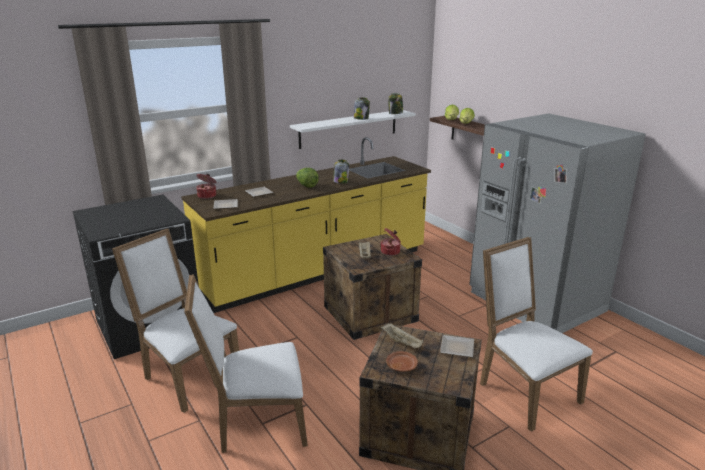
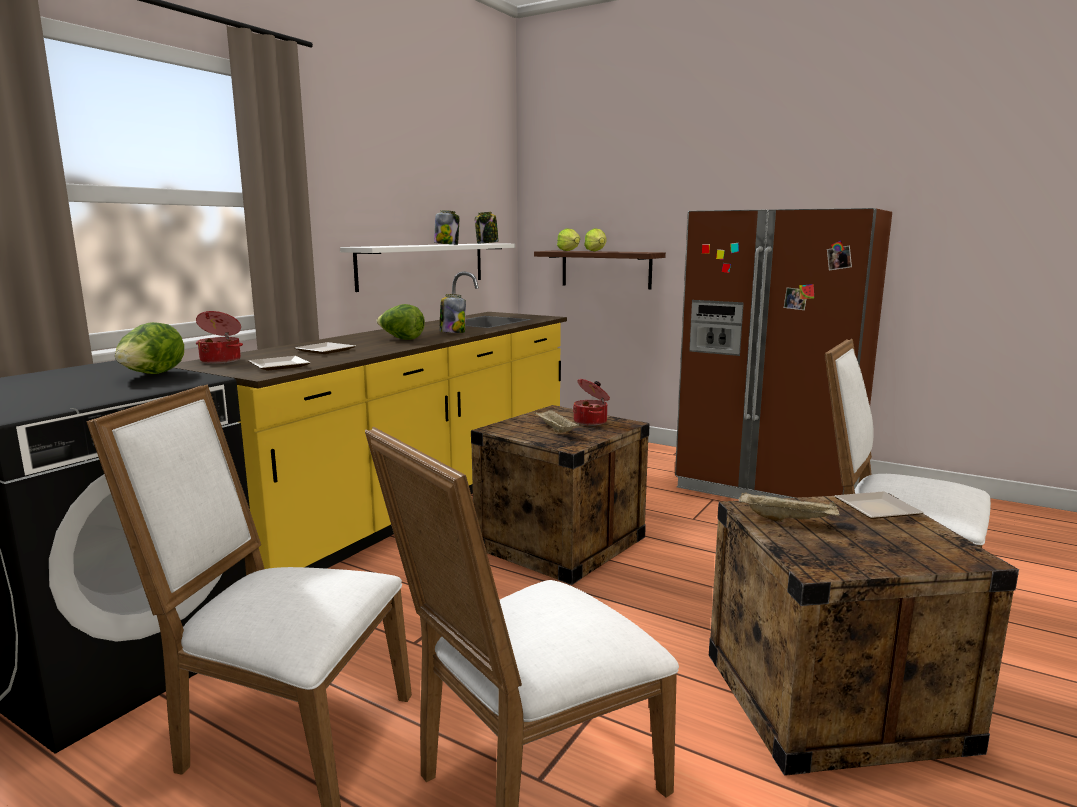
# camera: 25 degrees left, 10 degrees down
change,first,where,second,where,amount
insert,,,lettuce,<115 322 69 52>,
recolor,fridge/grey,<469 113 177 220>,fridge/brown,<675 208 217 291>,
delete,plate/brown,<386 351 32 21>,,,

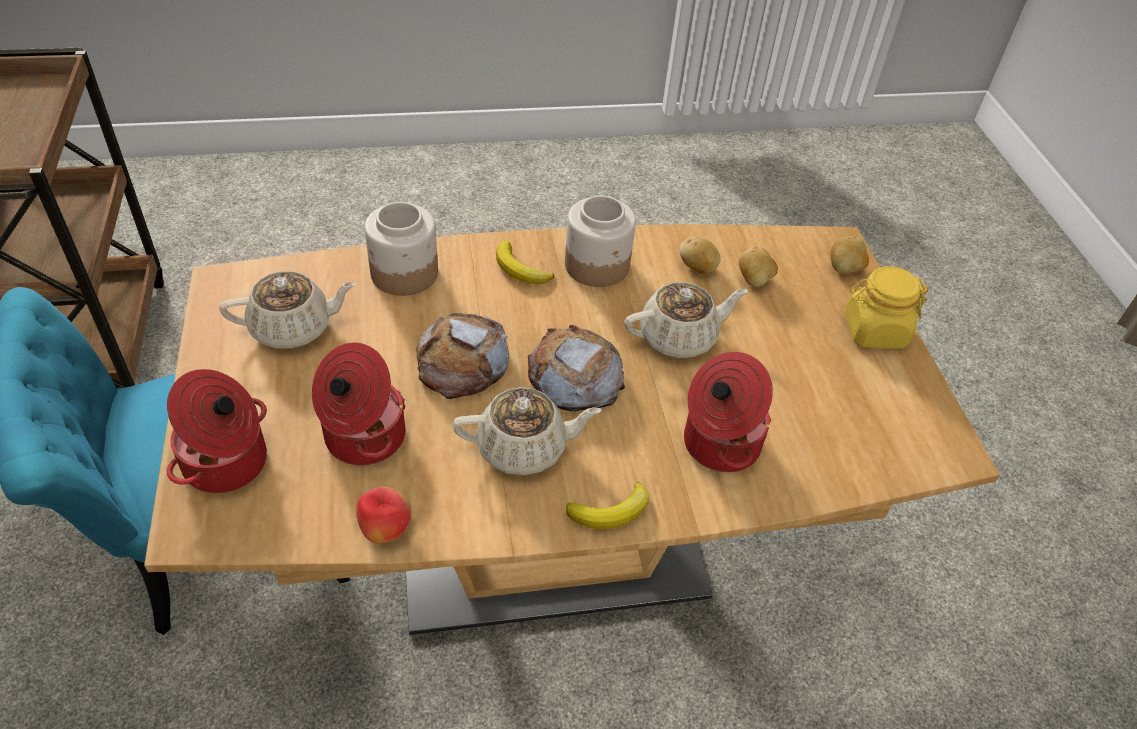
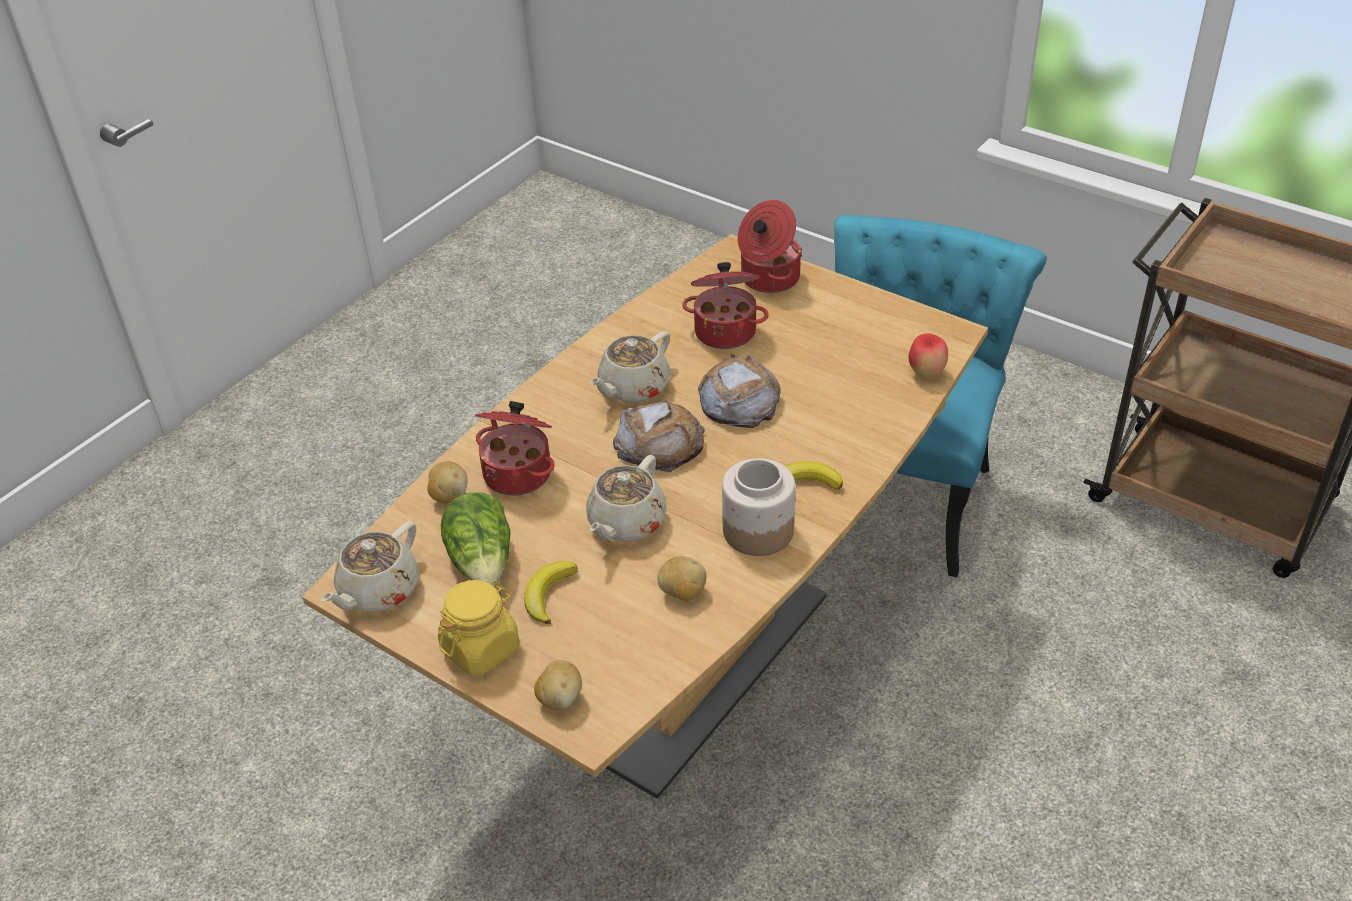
# camera: 140 degrees right, 5 degrees down
change,first,where,second,where,amount
move,teapot/beige,<219 271 137 78>,,<321 521 98 91>,
move,potato,<739 247 39 40>,,<427 461 41 42>,
insert,,,lettuce,<441 492 70 95>,
move,banana,<566 482 83 47>,,<524 561 54 63>,
move,apple,<356 487 55 56>,,<909 334 39 44>,
delete,jar,<365 202 73 94>,,,

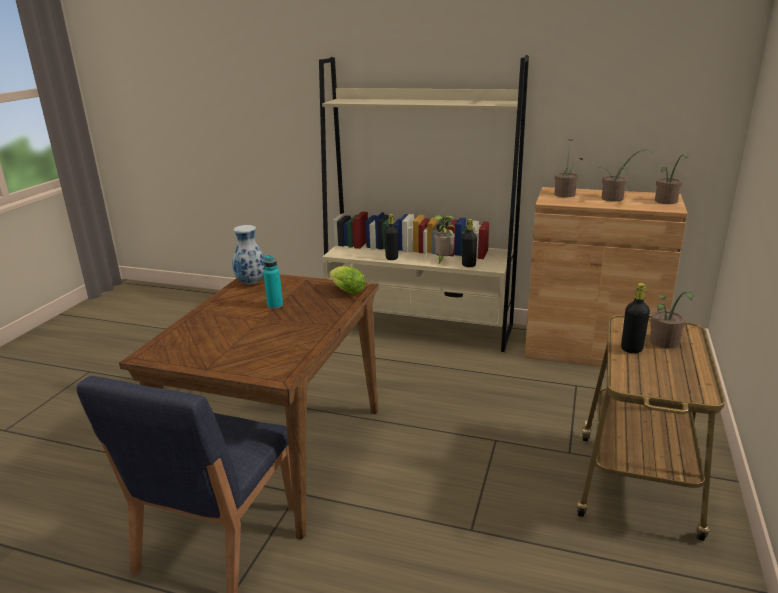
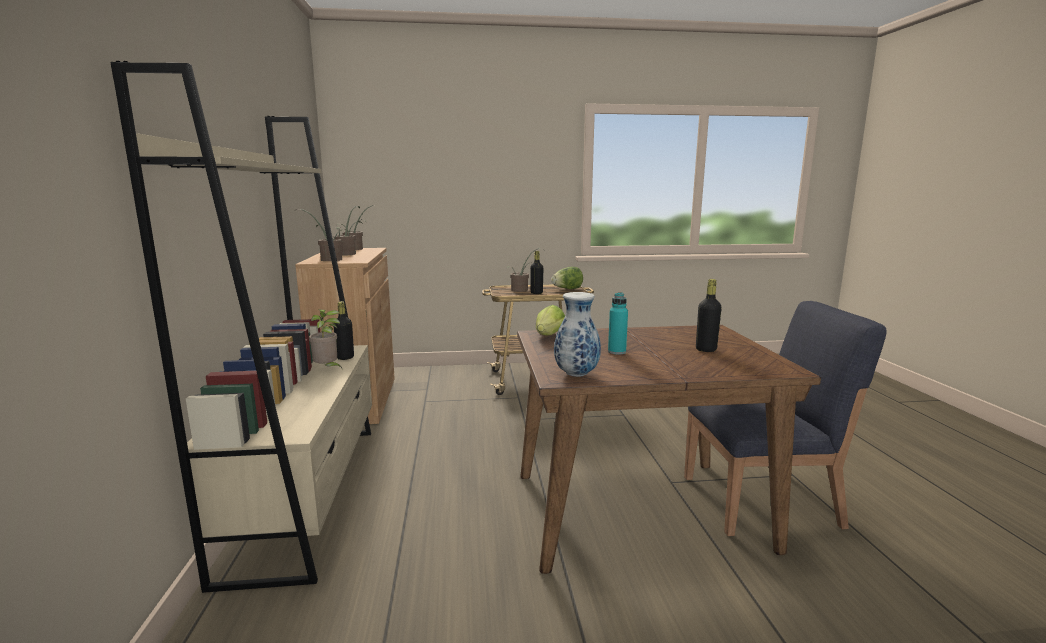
# camera: 115 degrees left, 10 degrees down
change,first,where,second,where,amount
insert,,,lettuce,<551 267 32 22>,
move,bottle/black,<384 214 14 46>,,<696 279 26 73>,

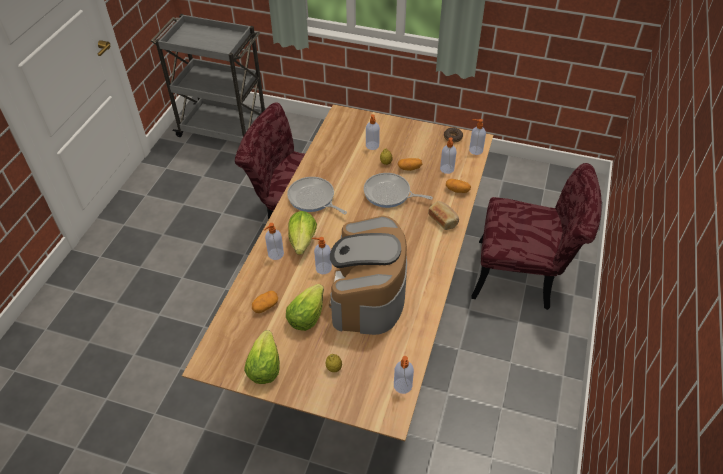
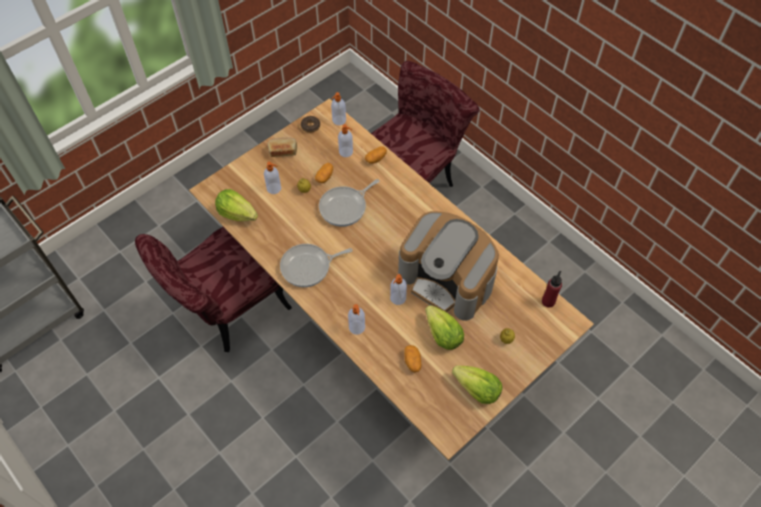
# camera: 60 degrees left, 10 degrees up
change,first,where,second,where,amount
move,lettuce,<288 211 29 44>,,<215 189 43 33>,
move,bread,<428 201 31 29>,,<268 137 29 20>,
replace,soap dispenser,<394 356 20 38>,bottle/red,<542 271 20 37>,

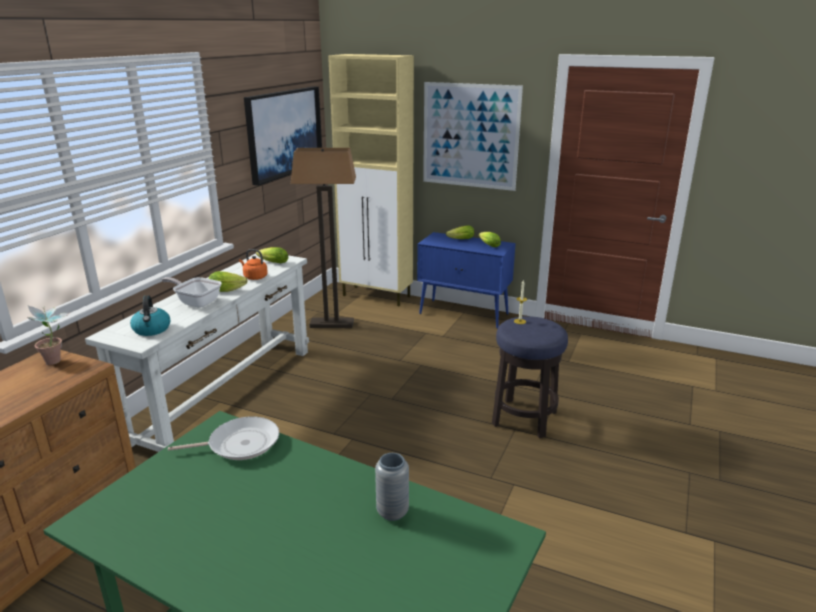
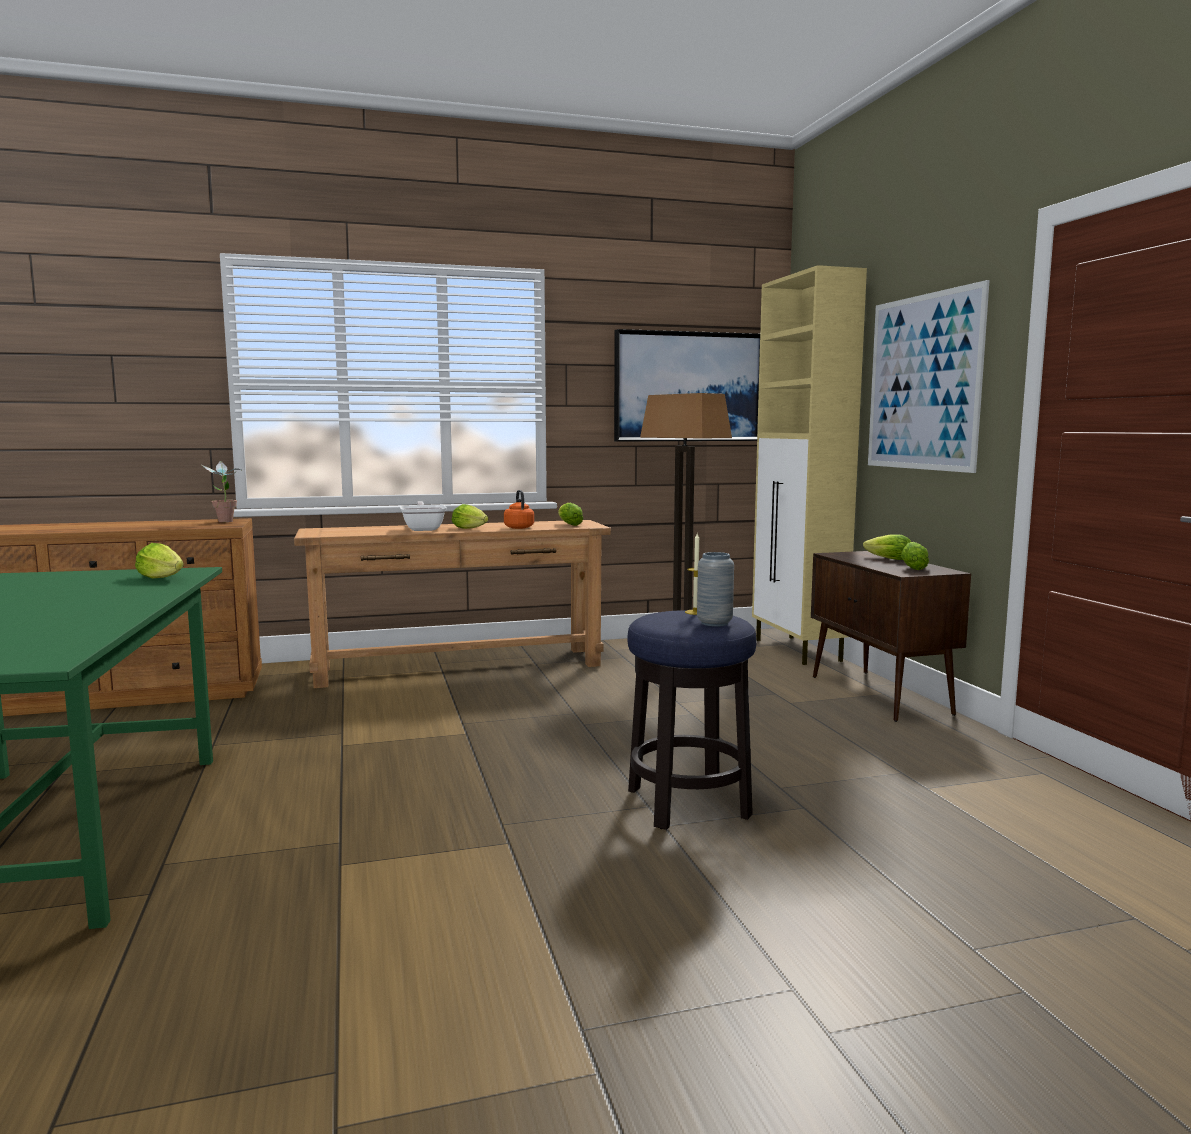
# camera: 50 degrees right, 15 degrees down
change,first,where,second,where,amount
replace,frying pan,<168 416 111 44>,lettuce,<135 543 49 36>,
recolor,console table/white,<85 254 224 198>,console table/brown,<294 520 317 168>,
move,vase/grey,<375 453 34 68>,,<697 552 37 75>,
recolor,cabinet/blue,<417 232 99 97>,cabinet/brown,<811 551 160 171>,
delete,kettle,<130 295 40 41>,,,

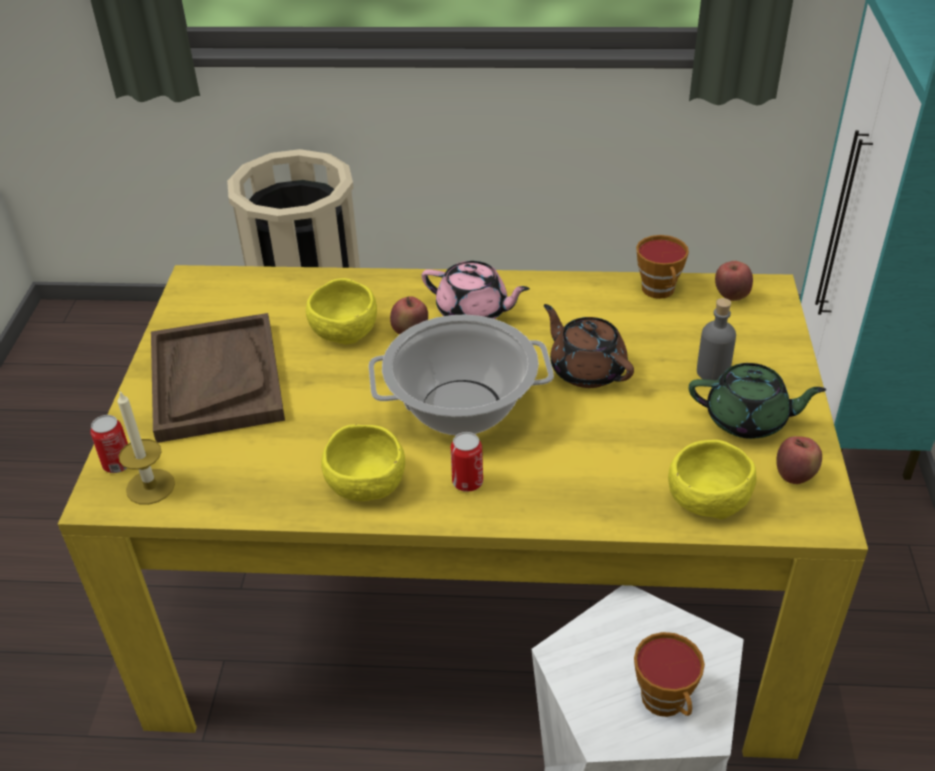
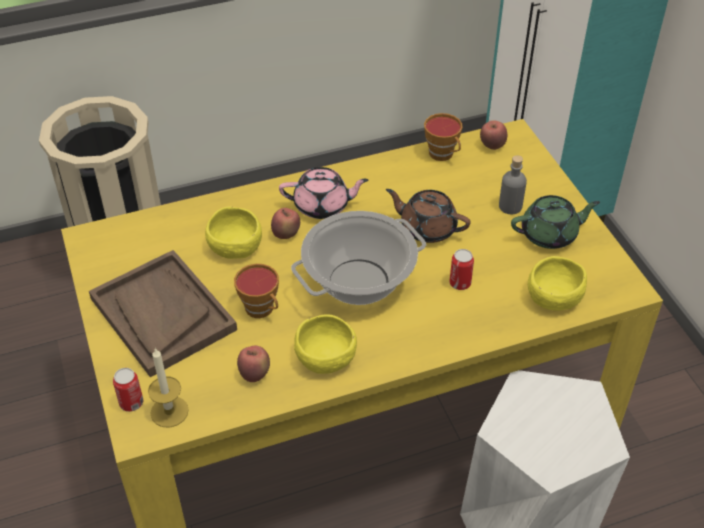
# camera: 25 degrees left, 5 degrees up
change,first,where,second,where,amount
move,cup,<634 632 71 85>,,<234 264 45 54>,
move,apple,<777 436 45 48>,,<237 346 33 36>,
move,can,<451 432 32 60>,,<449 249 25 41>,

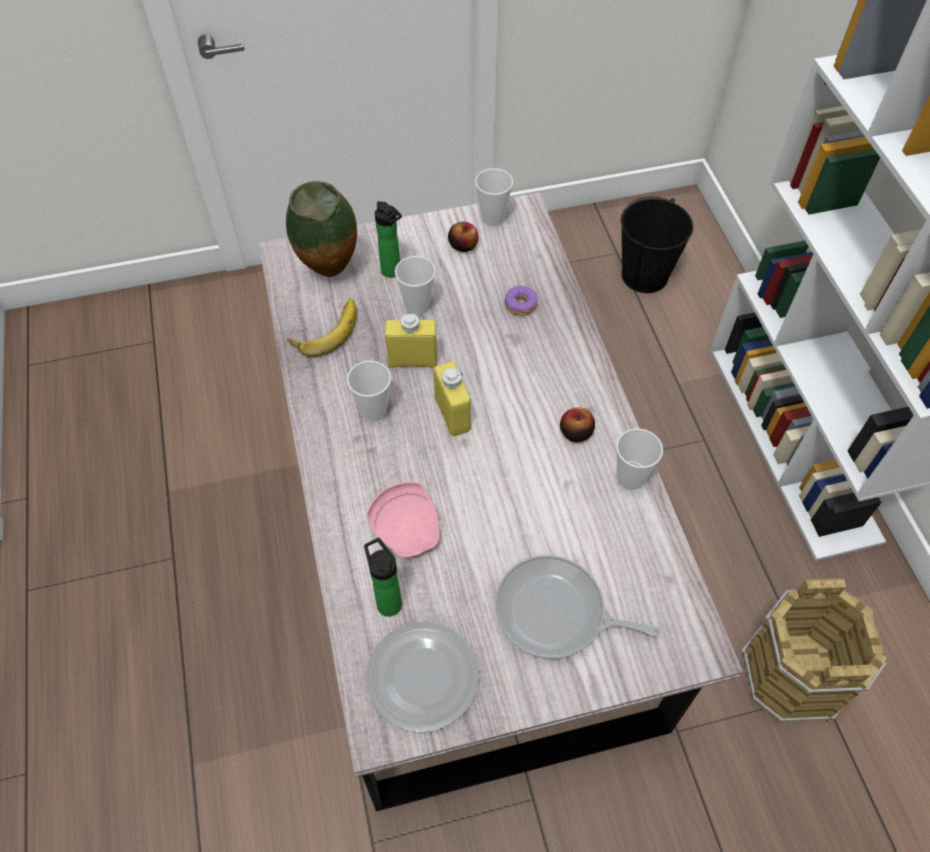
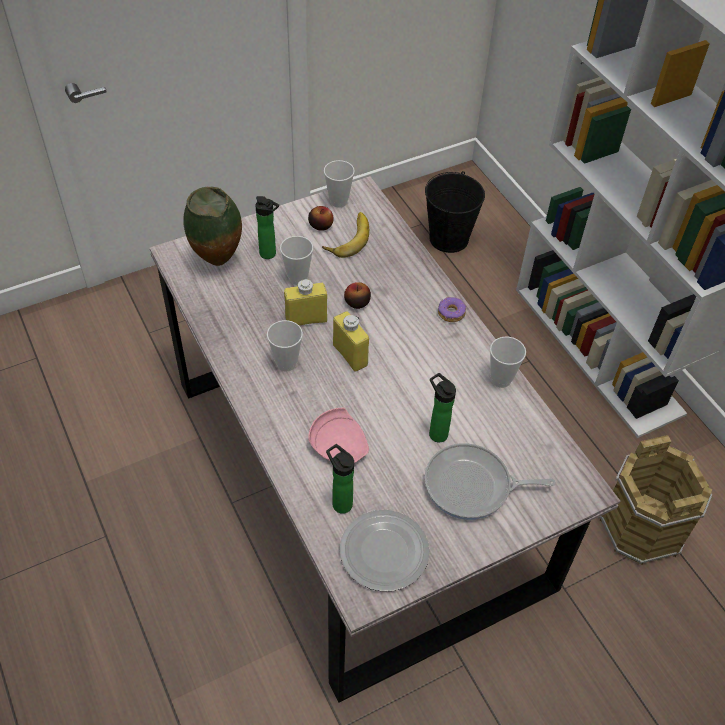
# camera: 15 degrees left, 5 degrees down
change,first,where,second,where,amount
move,banana,<287 298 70 59>,,<322 212 47 46>,
move,apple,<560 407 35 35>,,<344 282 27 27>,
insert,,,bottle,<429 373 27 69>,
move,donut,<505 285 33 31>,,<438 297 28 25>,

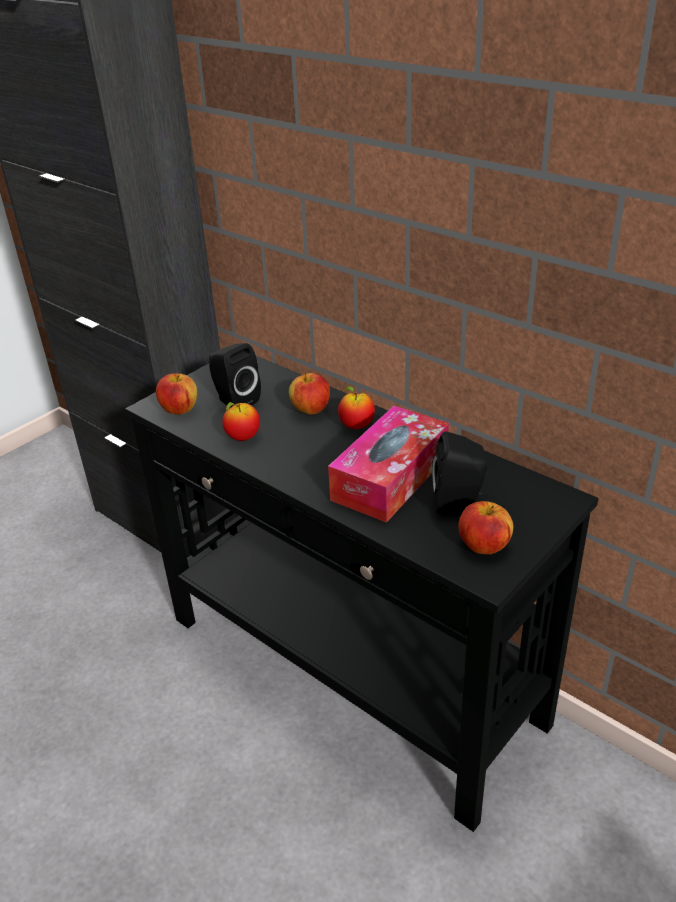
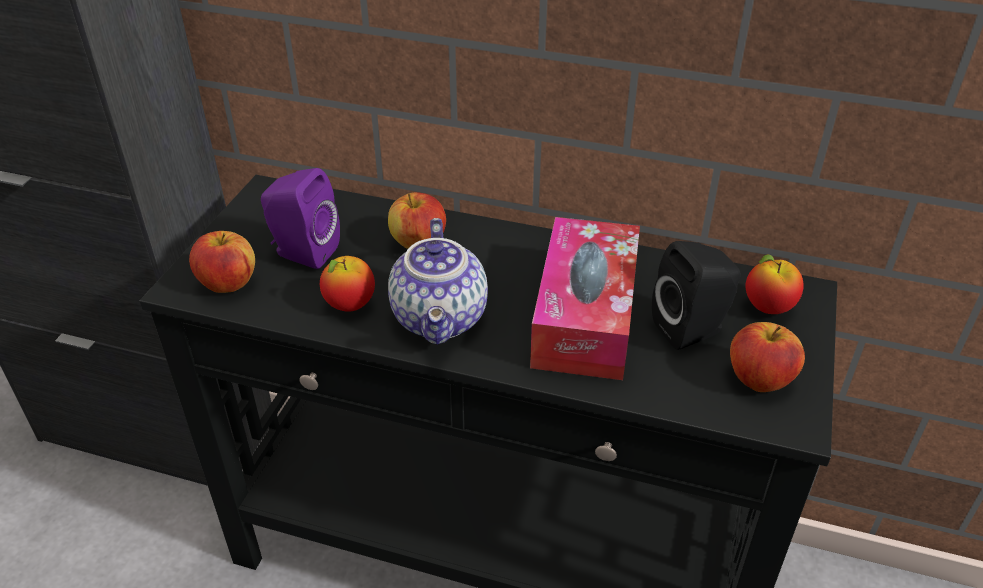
# camera: 25 degrees left, 5 degrees up
change,first,where,second,where,amount
recolor,speaker/black,<209 343 52 65>,speaker/purple,<261 168 79 101>,
insert,,,teapot,<388 218 100 127>,
move,apple,<338 386 37 43>,,<746 254 58 60>,

